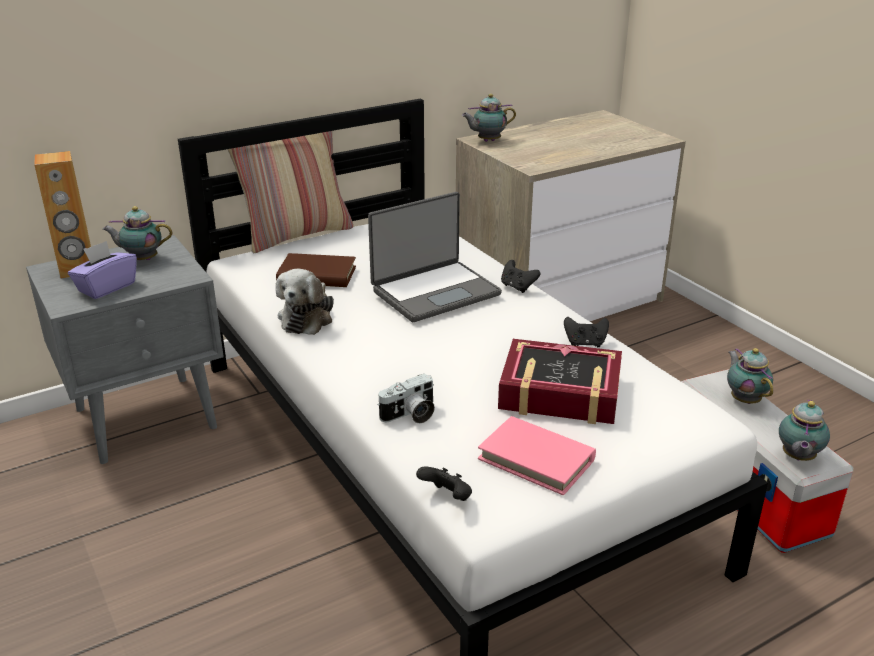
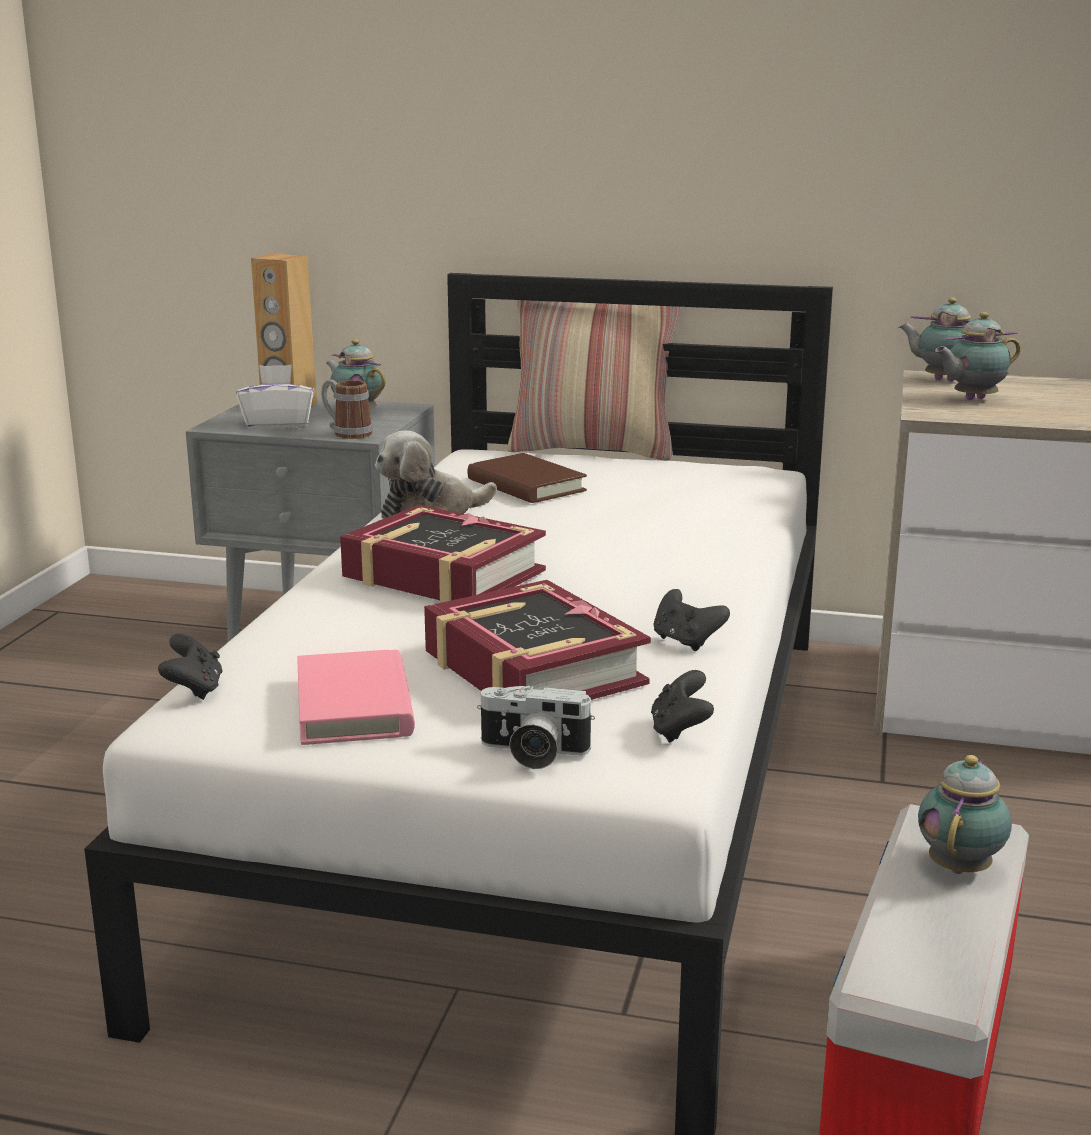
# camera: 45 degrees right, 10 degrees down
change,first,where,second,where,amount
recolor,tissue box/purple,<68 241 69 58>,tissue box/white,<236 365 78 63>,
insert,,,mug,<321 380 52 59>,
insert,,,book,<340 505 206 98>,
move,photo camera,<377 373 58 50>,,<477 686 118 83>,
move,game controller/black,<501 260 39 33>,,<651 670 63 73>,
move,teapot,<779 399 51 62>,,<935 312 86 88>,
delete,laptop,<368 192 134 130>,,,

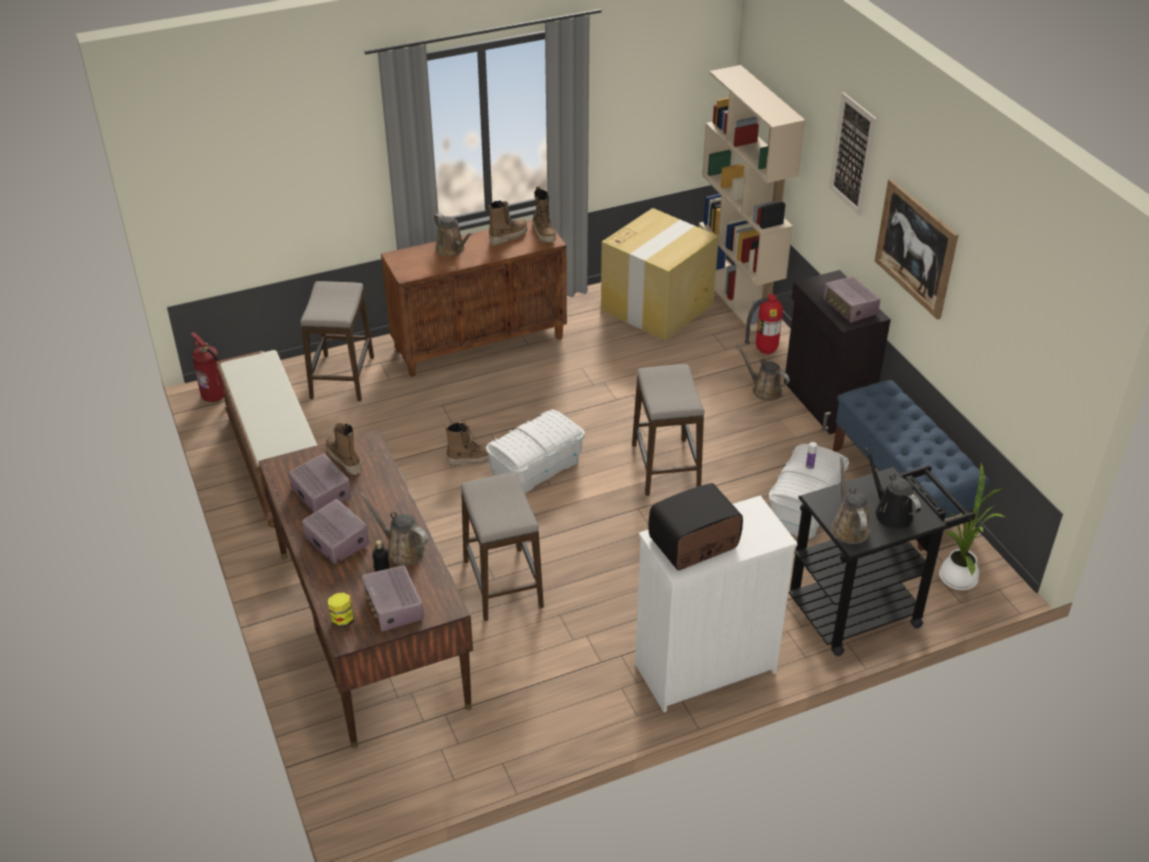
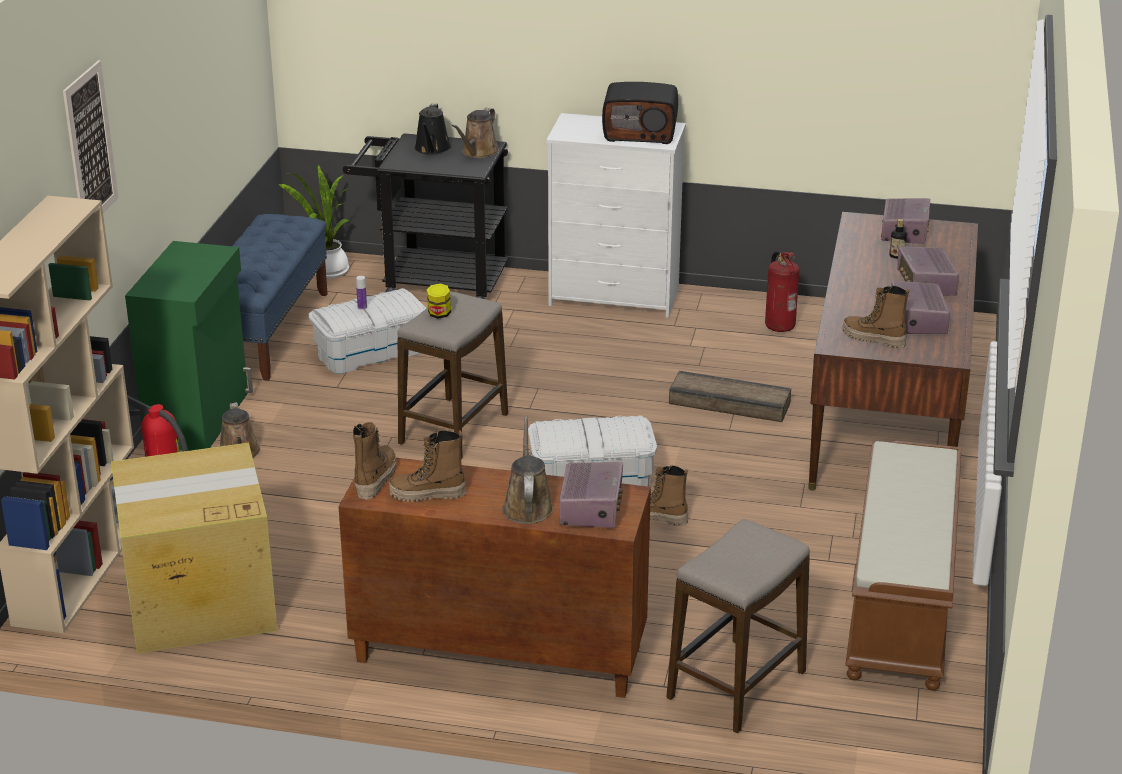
# camera: 145 degrees left, 10 degrees down
change,first,where,second,where,amount
recolor,cabinet/black,<784 270 107 164>,cabinet/green,<125 241 128 210>,
move,jar,<328 593 26 34>,,<427 283 24 36>,
move,radio,<823 277 58 46>,,<559 462 64 66>,
replace,stool,<461 472 83 149>,crate,<669 371 122 51>,
move,fire extinguisher,<191 332 37 74>,,<765 251 34 81>,
rotate,boot,<326 423 36 52>,,<842 286 67 62>,120 degrees clockwise
delete,watering can/brown,<360 492 69 74>,,,
delete,picture,<875 179 83 141>,,,

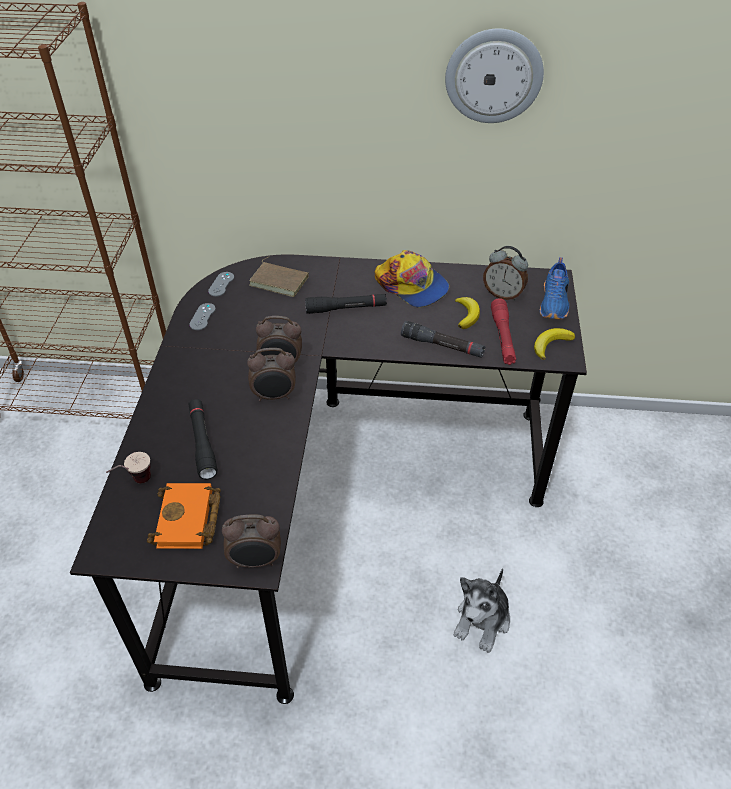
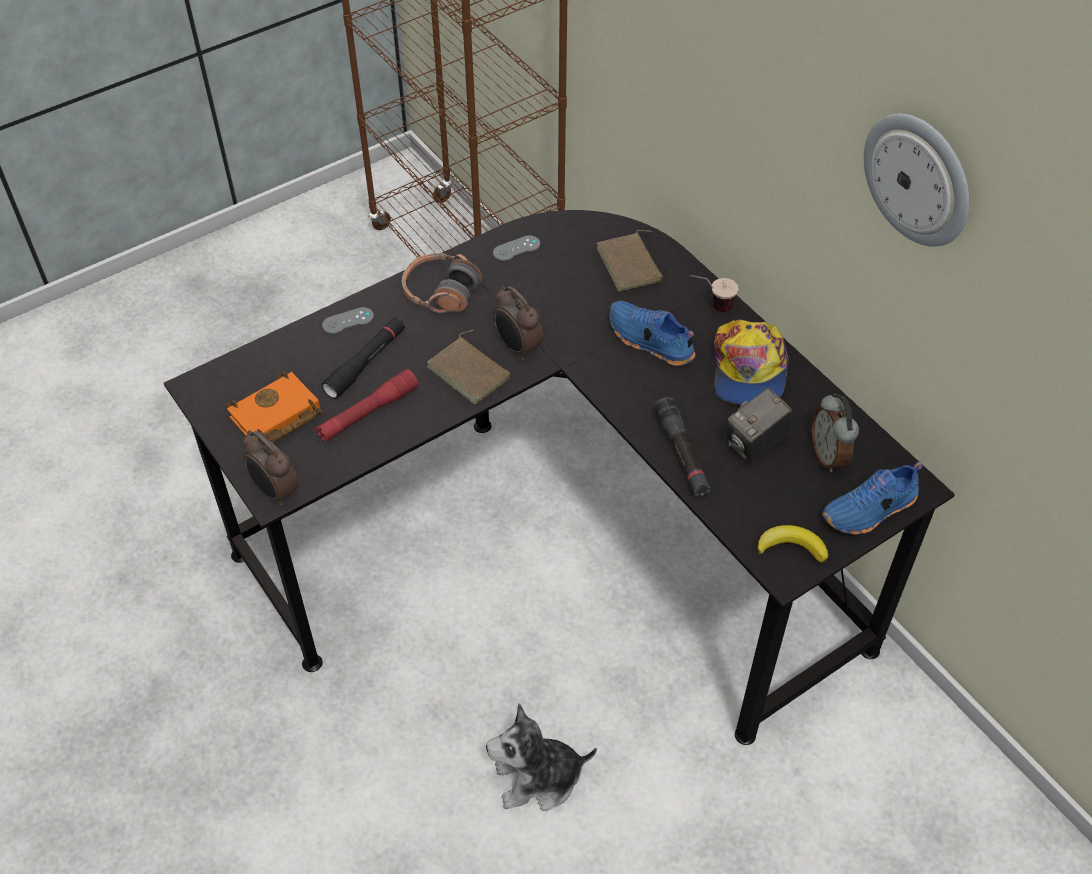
# camera: 50 degrees right, 5 degrees up
change,first,where,second,where,amount
move,flashlight/red,<491 298 25 67>,,<316 369 102 72>,
move,game controller/grey,<208 272 26 25>,,<322 307 52 27>,
insert,,,headphones,<402 253 80 60>,
replace,alarm clock,<247 348 49 53>,book/brown,<427 330 84 74>,
replace,flashlight/black,<305 294 82 20>,shoe/blue,<609 301 86 65>,
move,cup,<106 452 45 31>,,<691 275 47 37>,
replace,banana,<455 297 25 32>,photo camera,<727 387 65 76>,

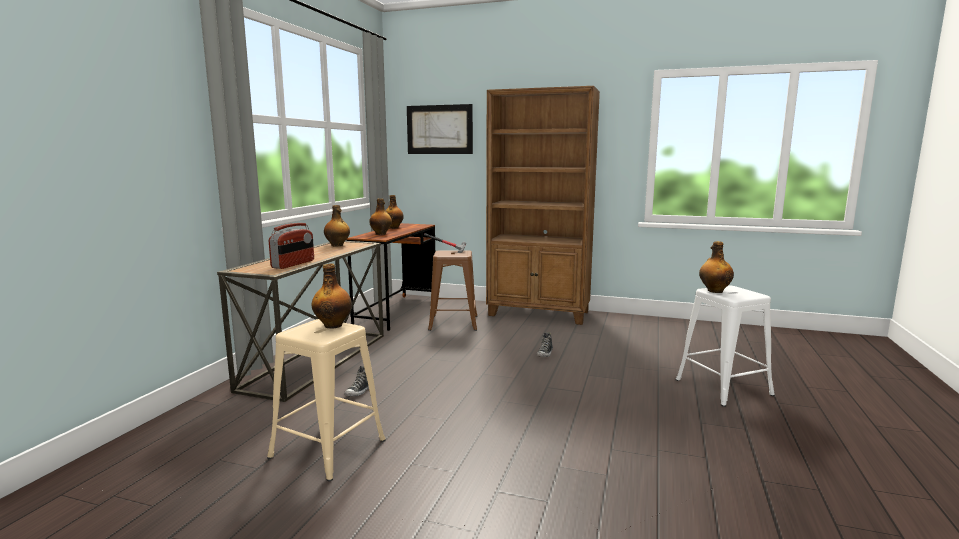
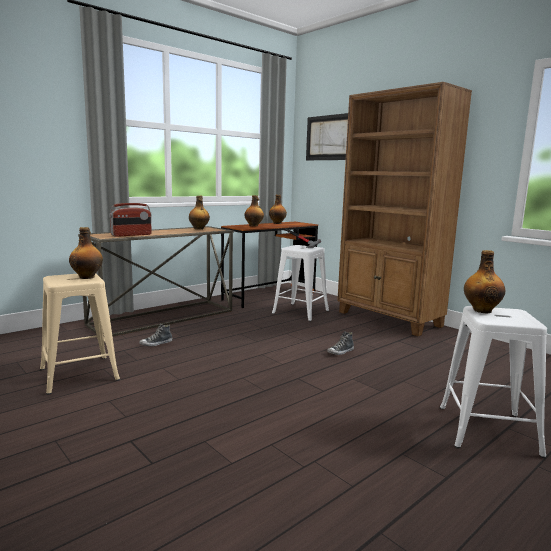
# camera: 30 degrees right, 0 degrees up
change,first,where,second,where,amount
recolor,stool/brown,<428 250 49 81>,stool/white,<272 245 57 77>,

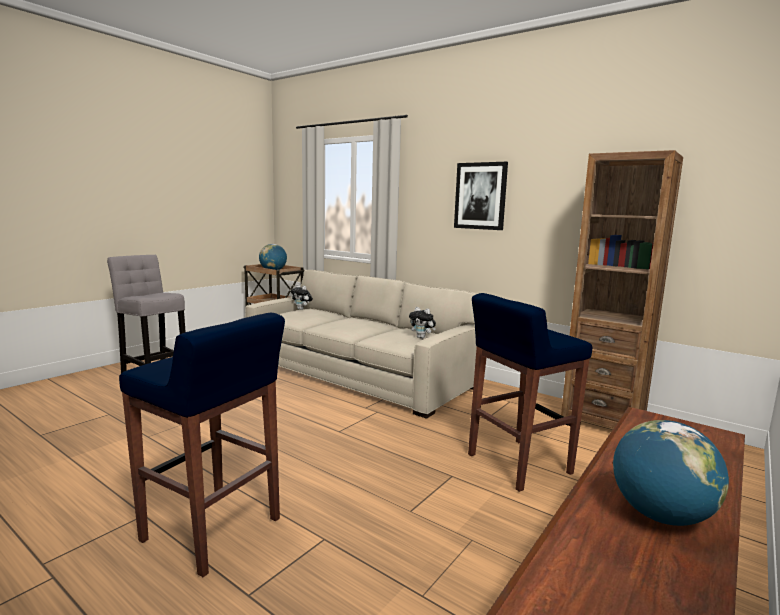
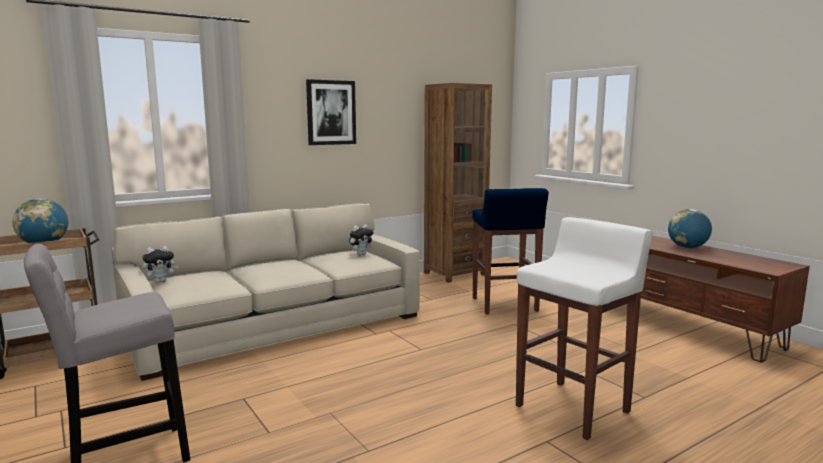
# camera: 70 degrees left, 0 degrees up
change,first,where,second,where,amount
recolor,stool/blue,<119 313 166 264>,stool/white,<516 217 137 223>,

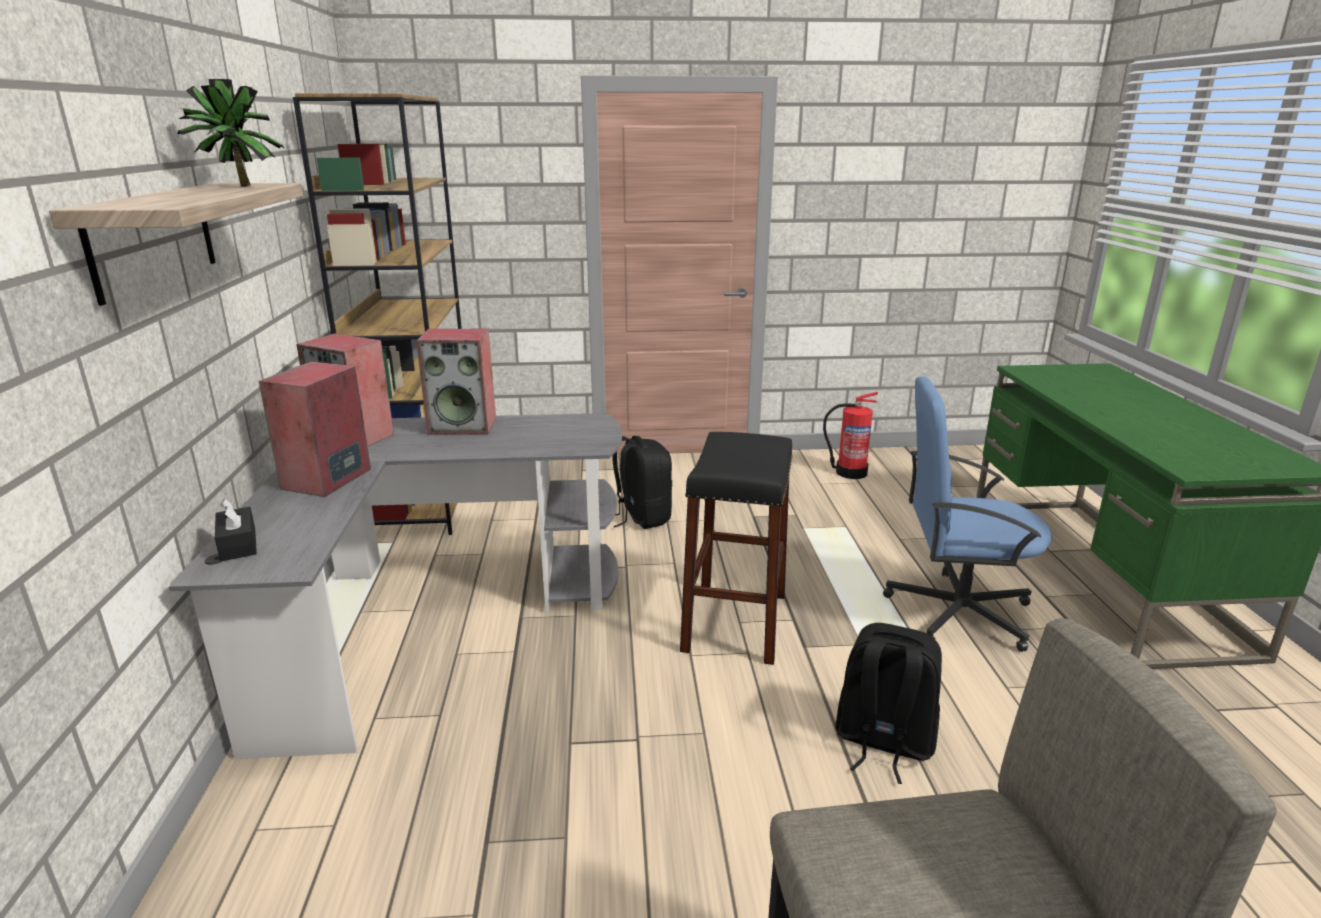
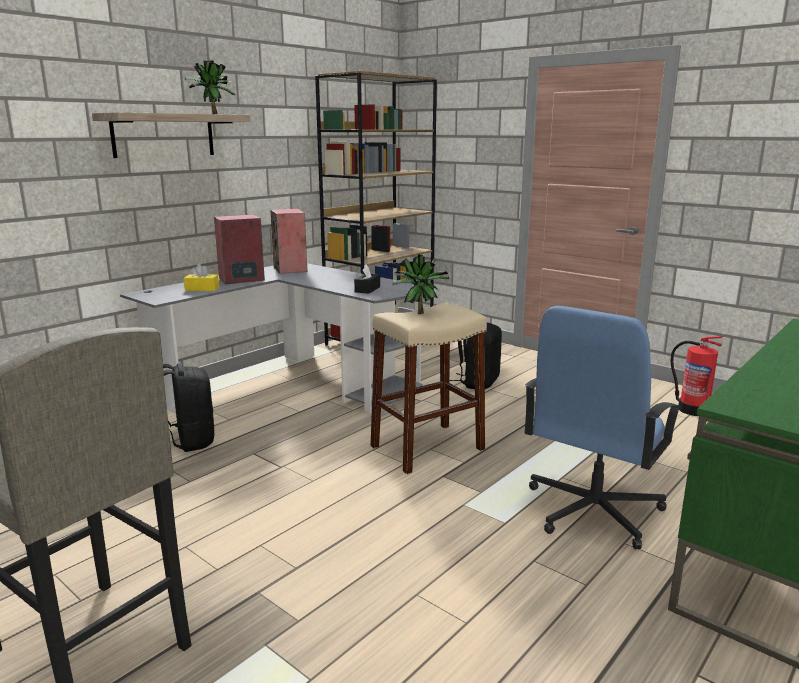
# camera: 45 degrees right, 5 degrees down
change,first,where,second,where,amount
move,backpack/black,<836 623 106 161>,,<163 363 52 89>,
insert,,,tissue box/yellow,<184 264 35 27>,
move,tissue box/black,<215 498 42 63>,,<354 264 26 30>,
recolor,stool/black,<680 432 113 233>,stool/beige,<370 302 117 172>,
insert,,,potted plant,<392 255 57 59>,
rotate,office chair/blue,<883 376 168 276>,,<524 306 158 243>,105 degrees counterclockwise
delete,speaker,<416 329 80 106>,,,

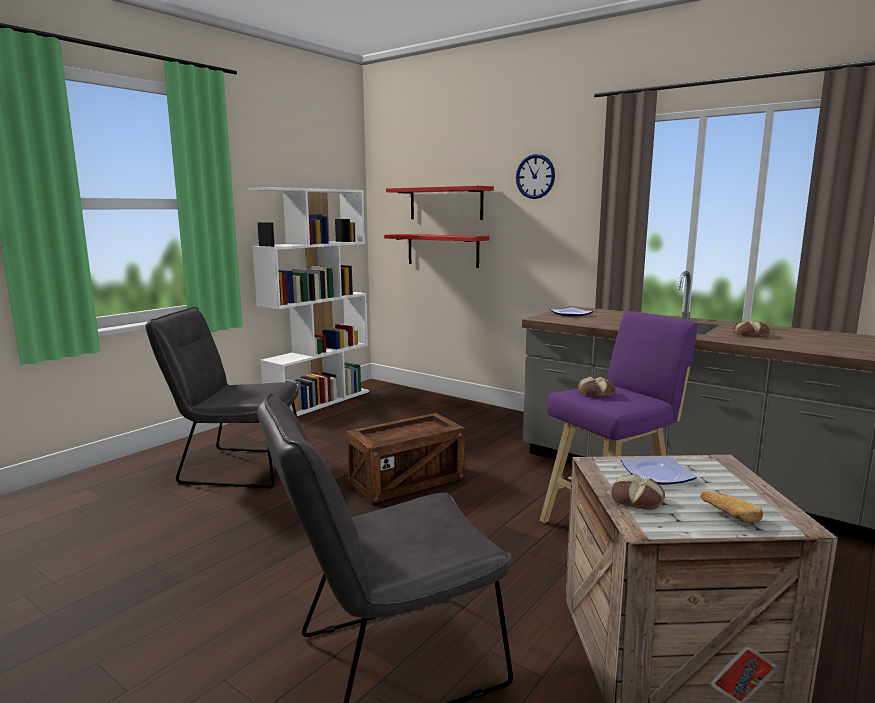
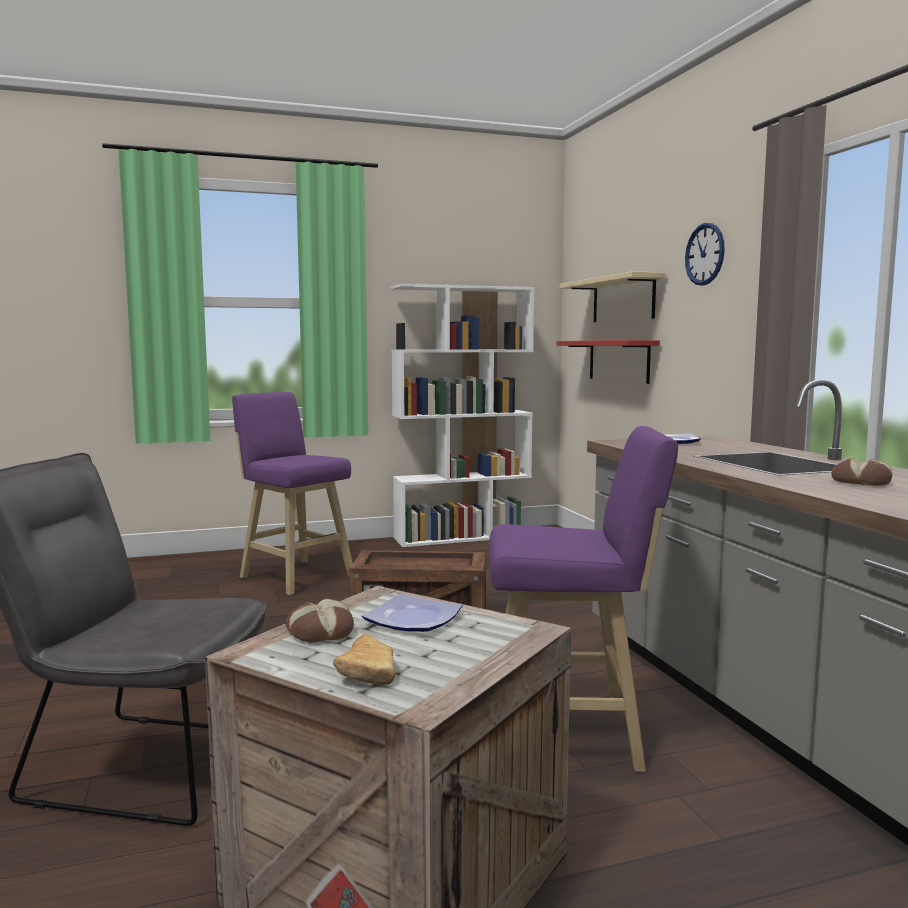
# camera: 35 degrees right, 5 degrees down
change,first,where,second,where,amount
replace,chair/grey,<145 307 154 181>,stool/purple,<232 392 121 203>,
recolor,shelf/red,<386 186 108 34>,shelf/beige,<560 271 106 51>,
delete,bread,<577 377 39 20>,,,

